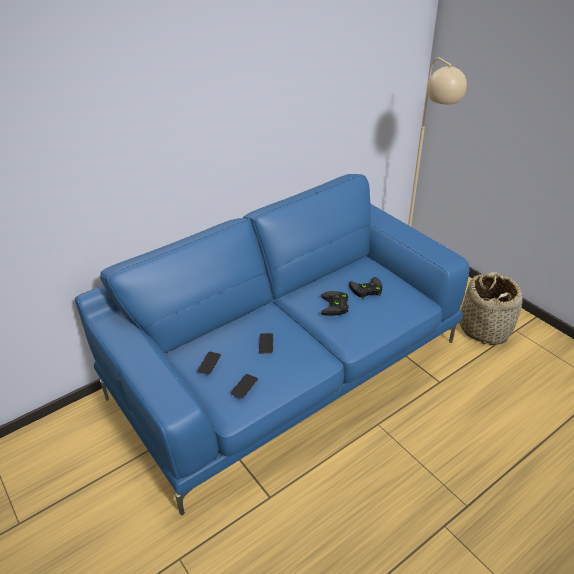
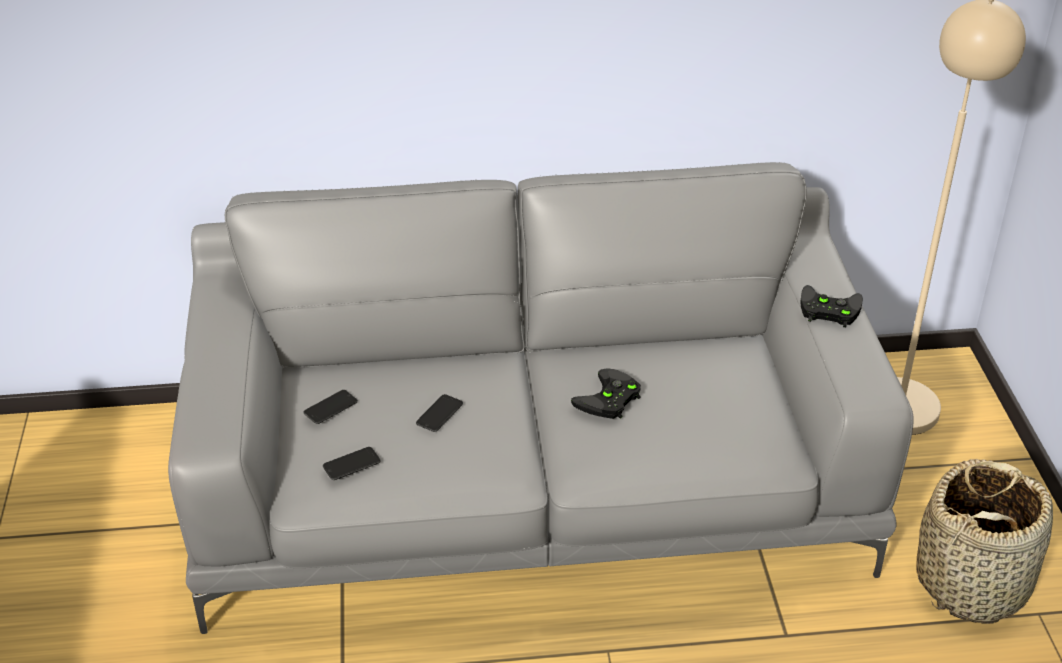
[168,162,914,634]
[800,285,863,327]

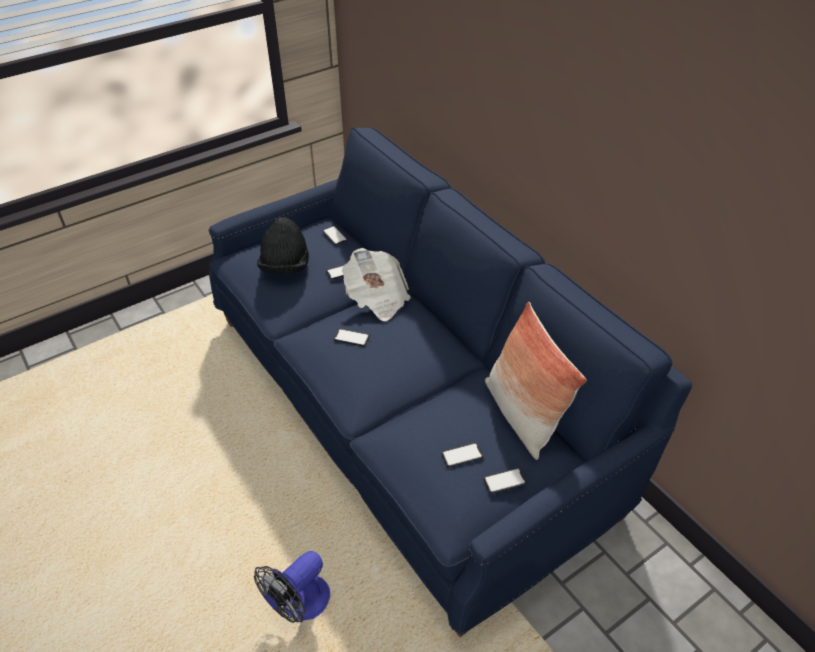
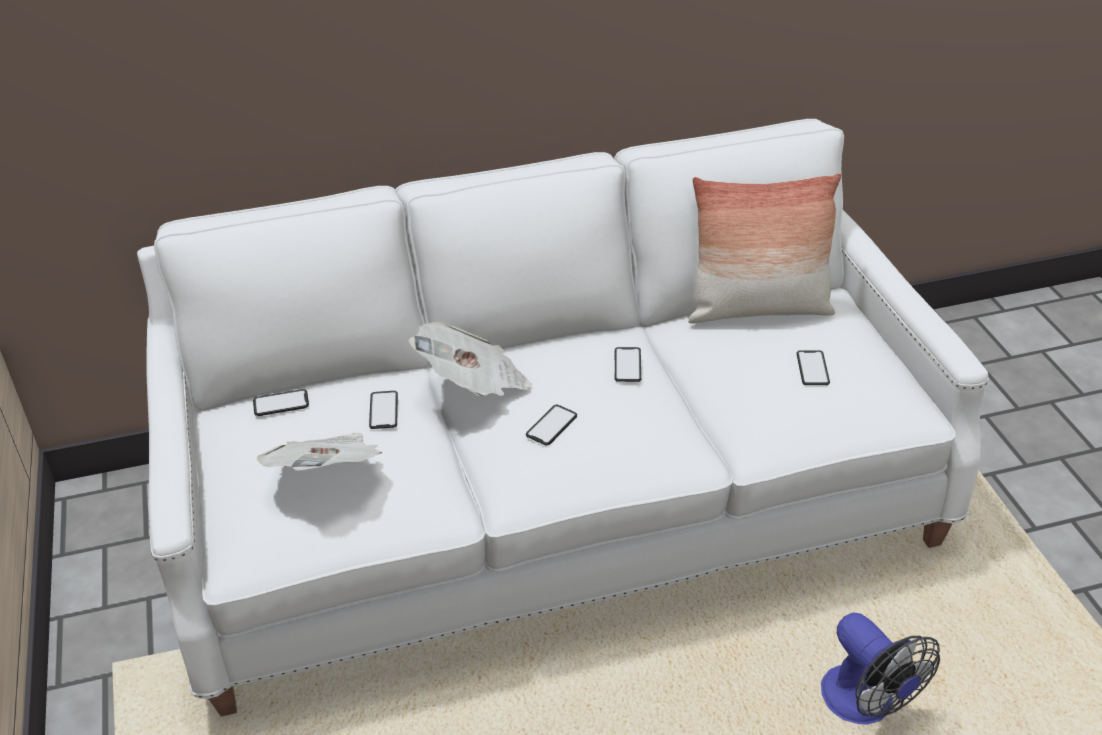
[137,119,989,717]
[257,433,382,471]
[615,347,641,382]

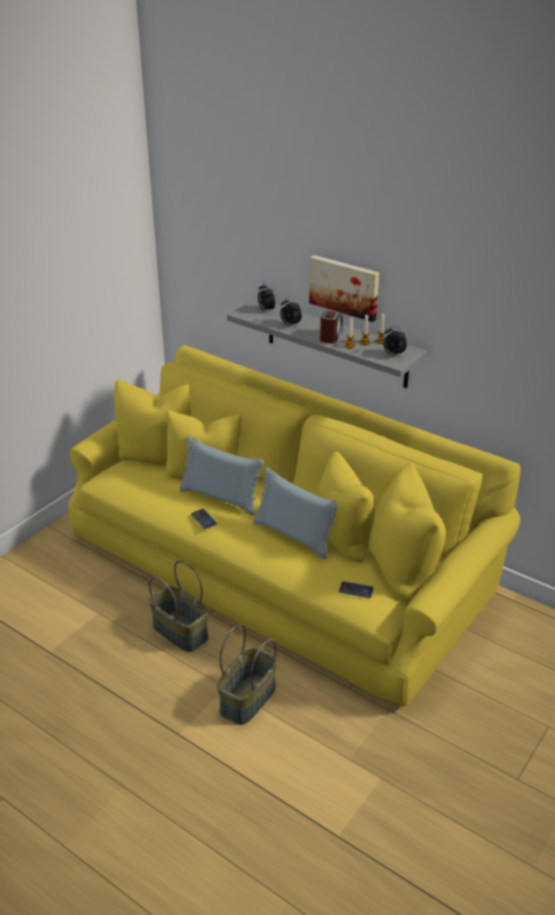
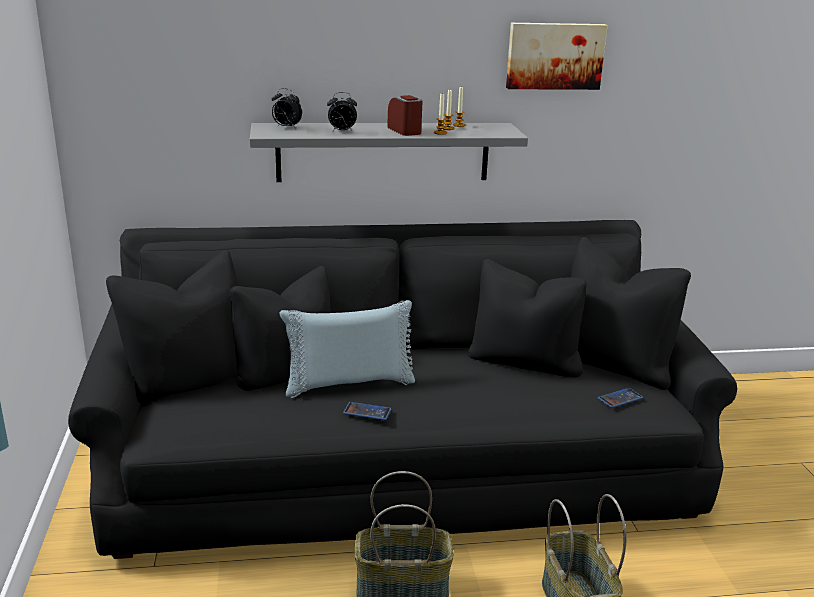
[68,220,737,559]
[506,23,608,90]
[253,467,337,559] (first image)
[383,326,407,357] (first image)

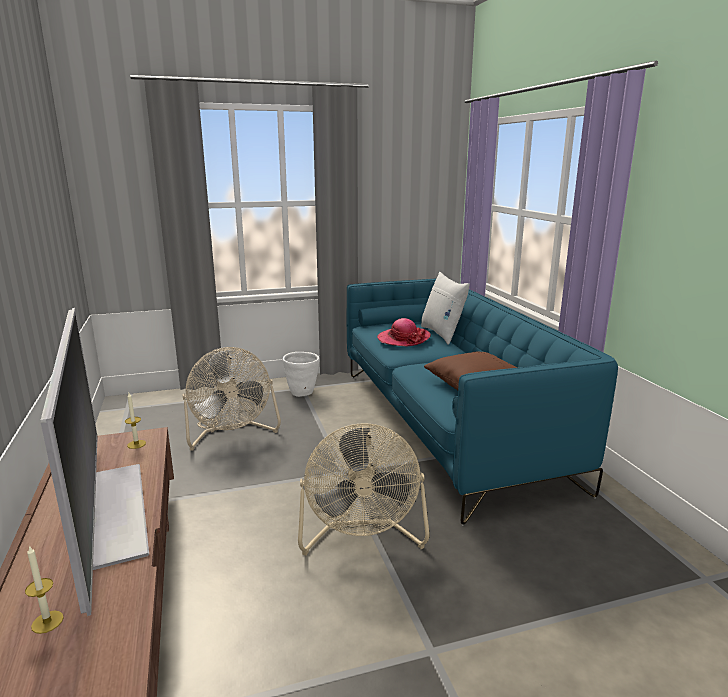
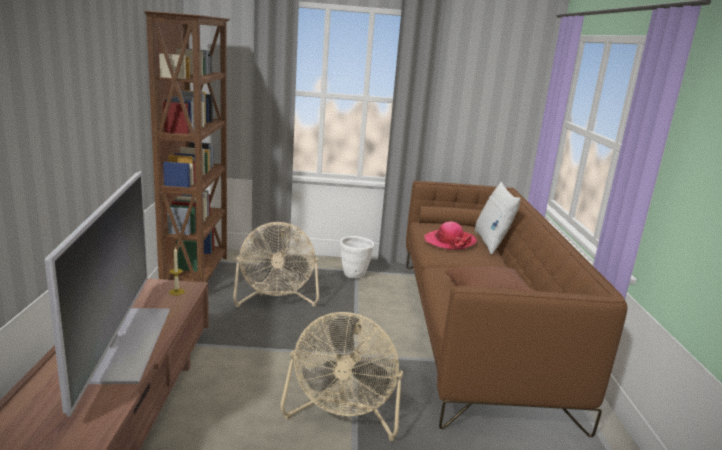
[144,11,230,282]
[406,181,628,438]
[25,545,64,634] (first image)

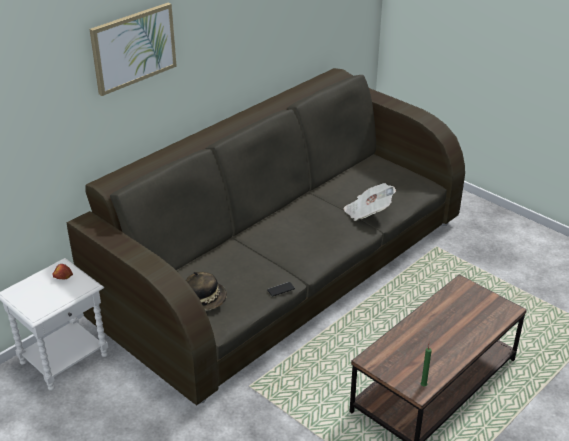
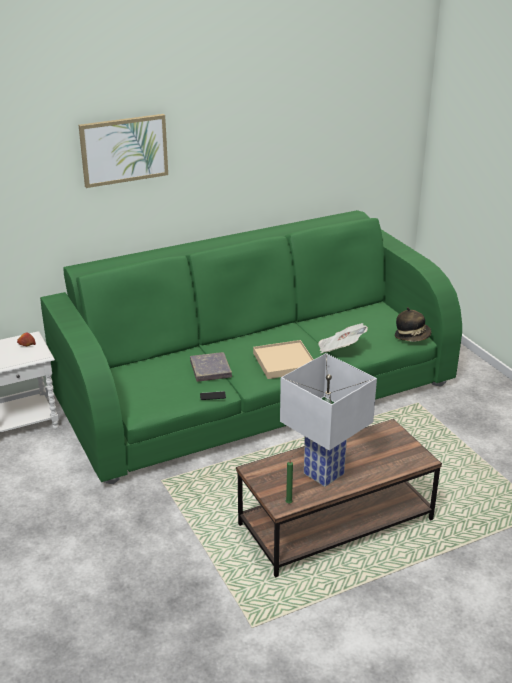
[40,210,462,484]
[190,352,232,382]
[253,340,314,379]
[280,353,377,487]
[395,307,431,342]

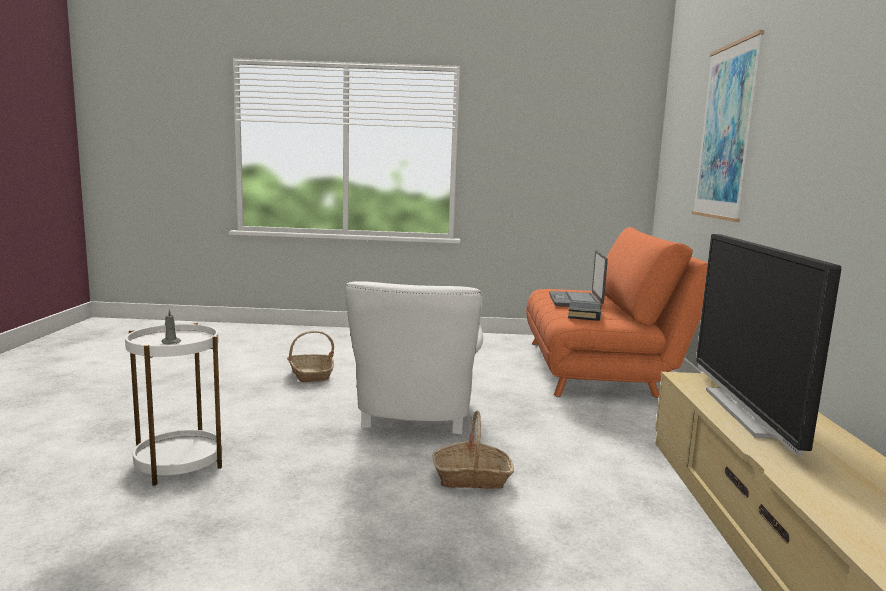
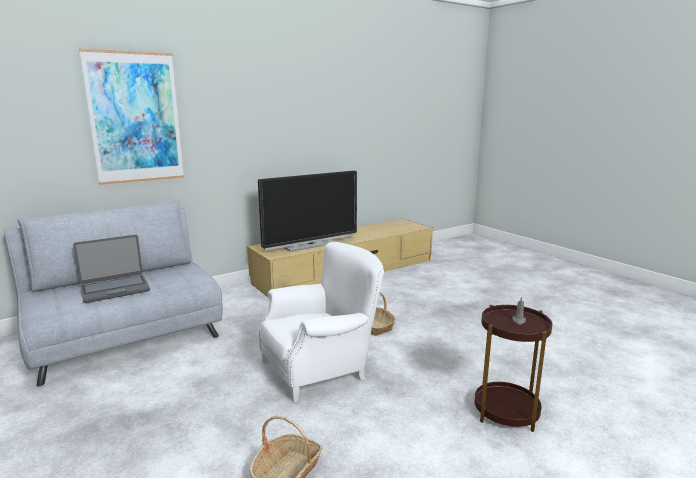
[4,200,223,386]
[475,304,552,432]
[568,300,601,321] (first image)

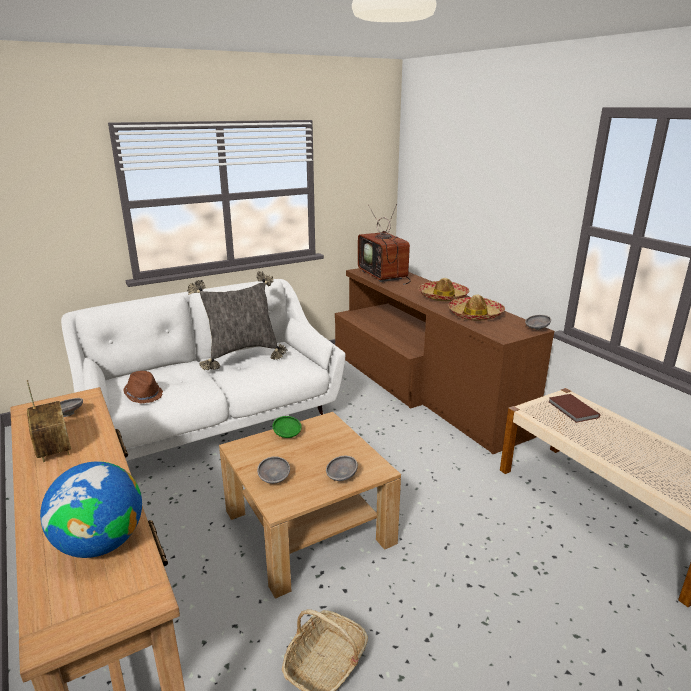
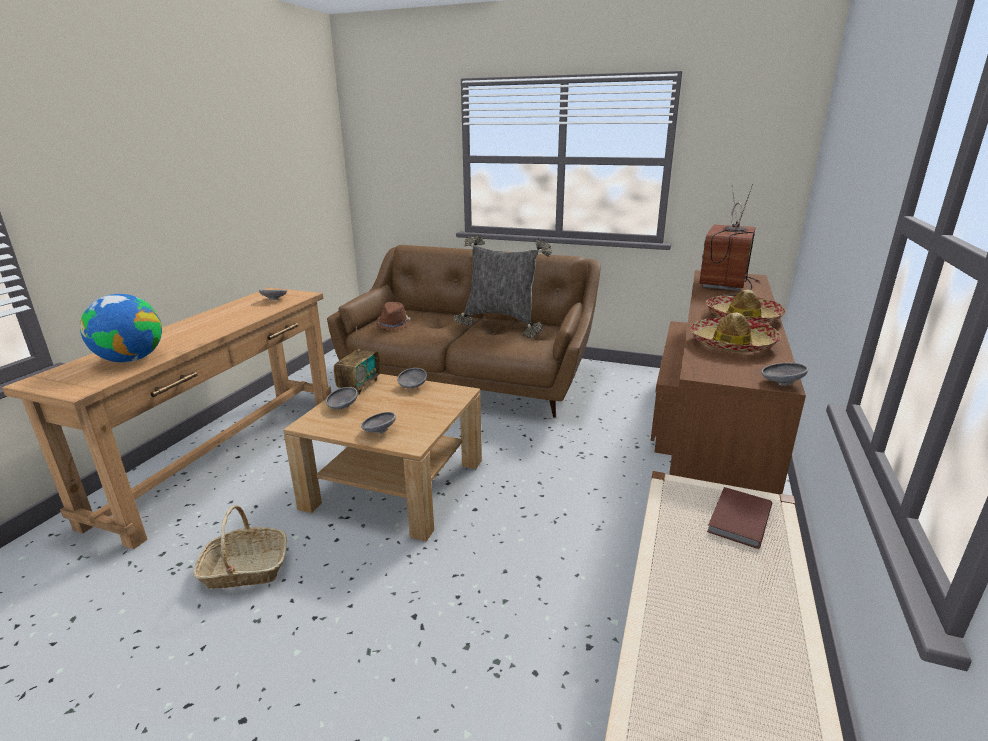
[327,245,601,418]
[334,327,380,395]
[397,368,427,388]

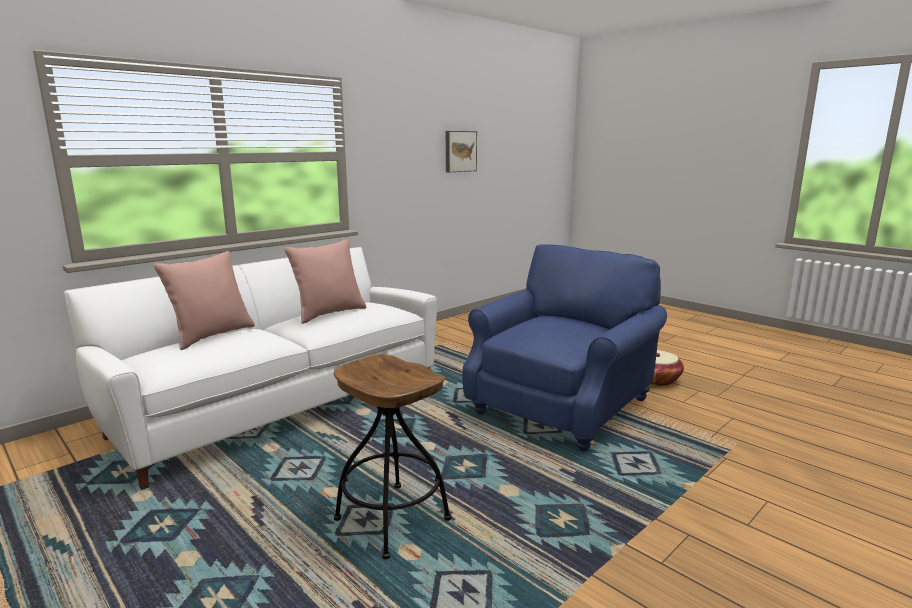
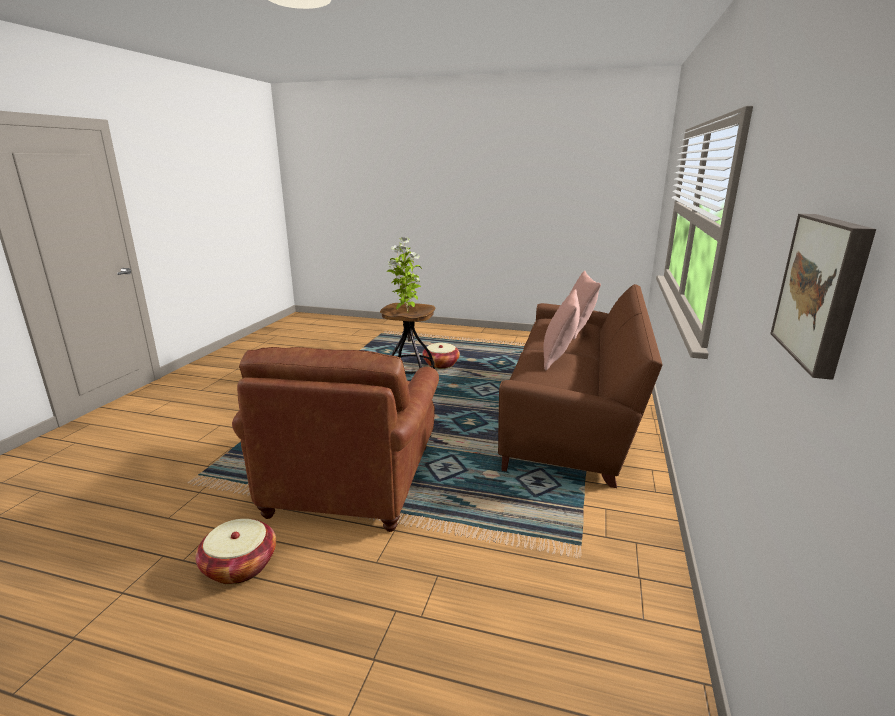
[232,347,439,532]
[387,237,422,311]
[422,343,460,369]
[498,284,663,488]

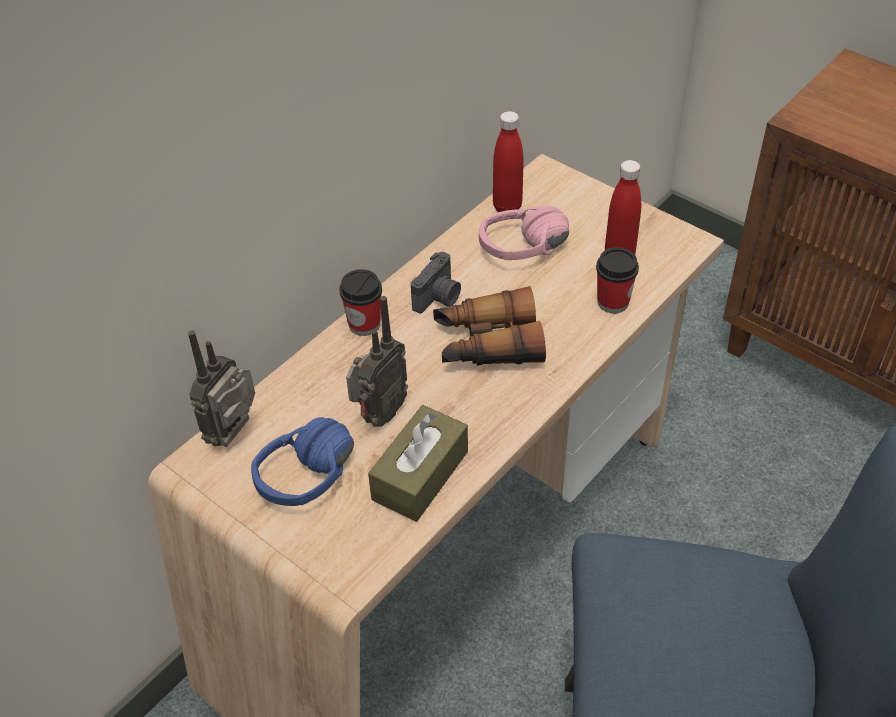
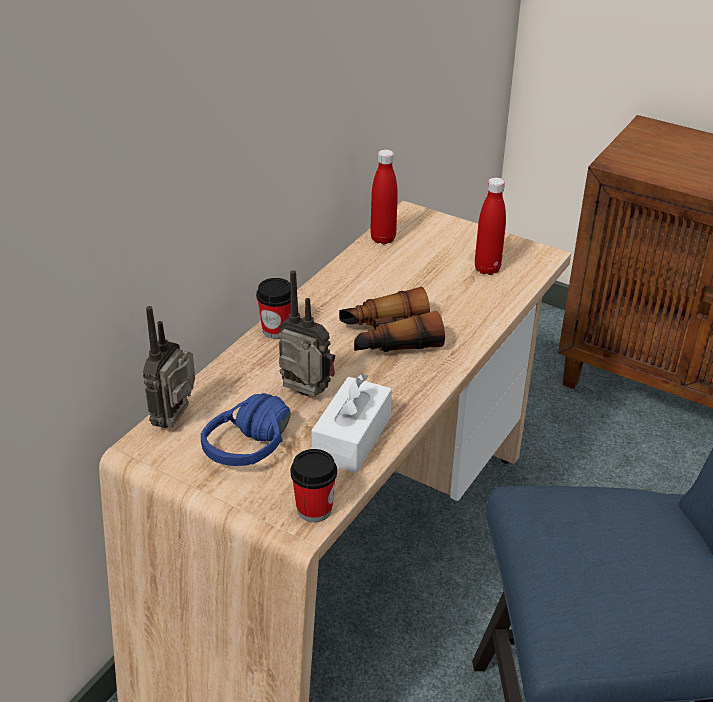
[278,270,335,397]
[291,449,337,522]
[311,374,392,473]
[411,252,461,313] (first image)
[479,205,569,260] (first image)

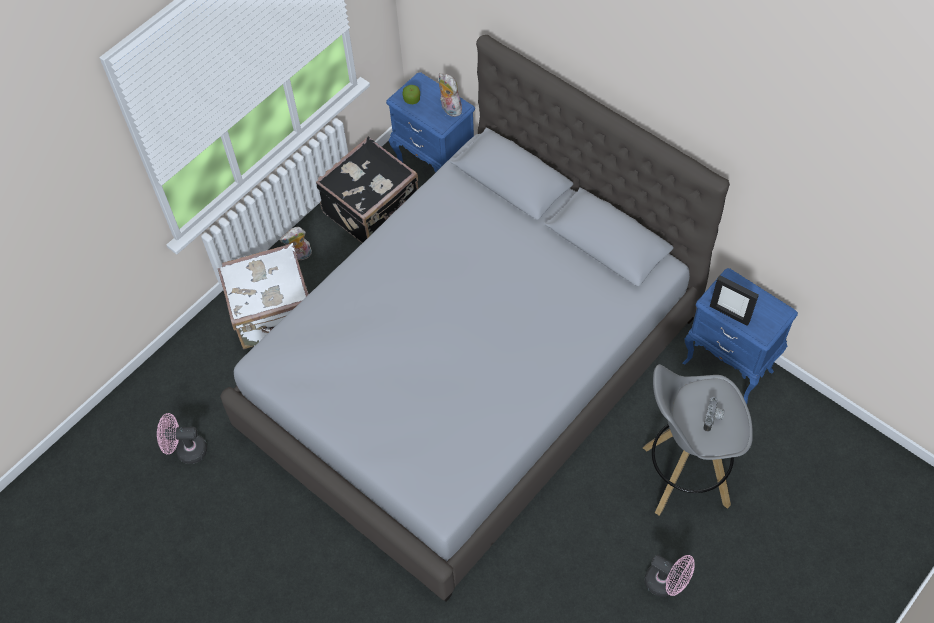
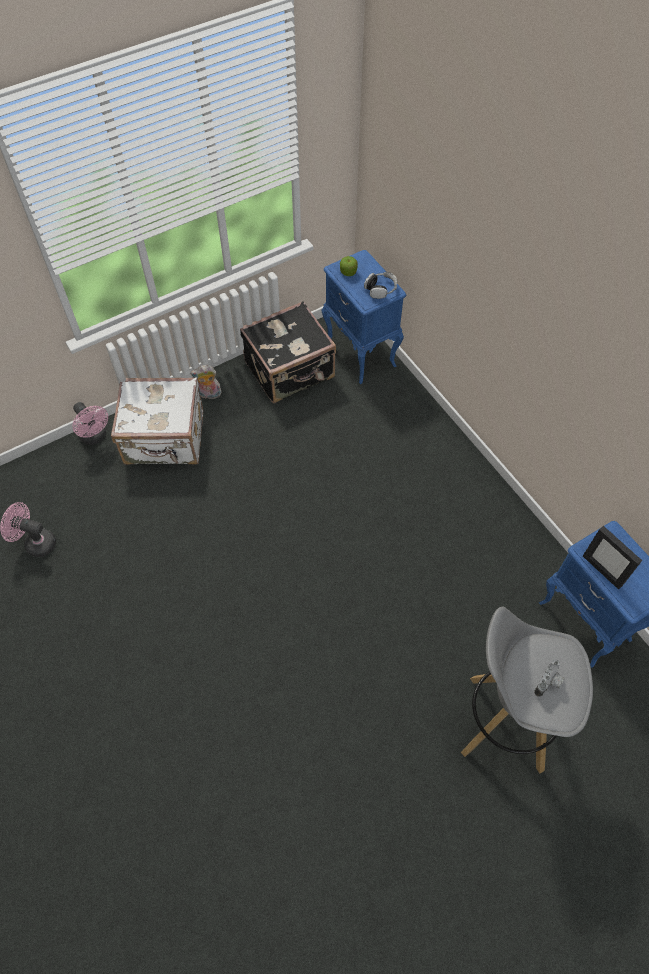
[73,402,108,445]
[364,272,398,299]
[220,35,730,602] (first image)

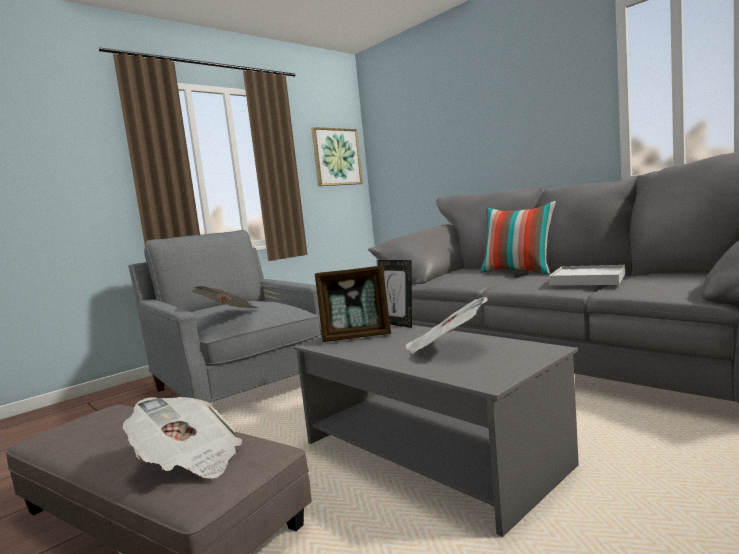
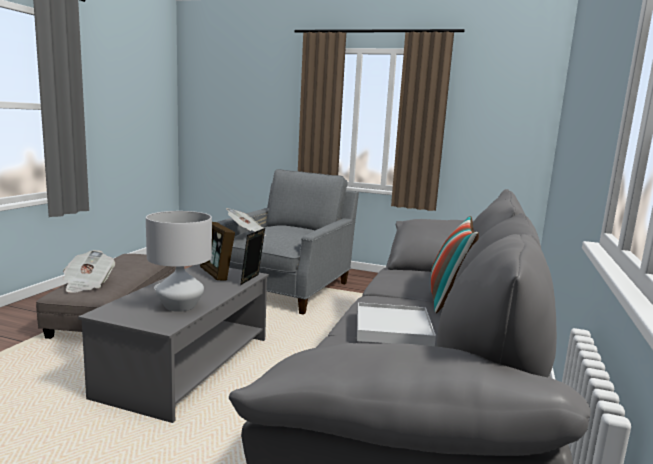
[146,211,212,312]
[311,127,363,186] (first image)

